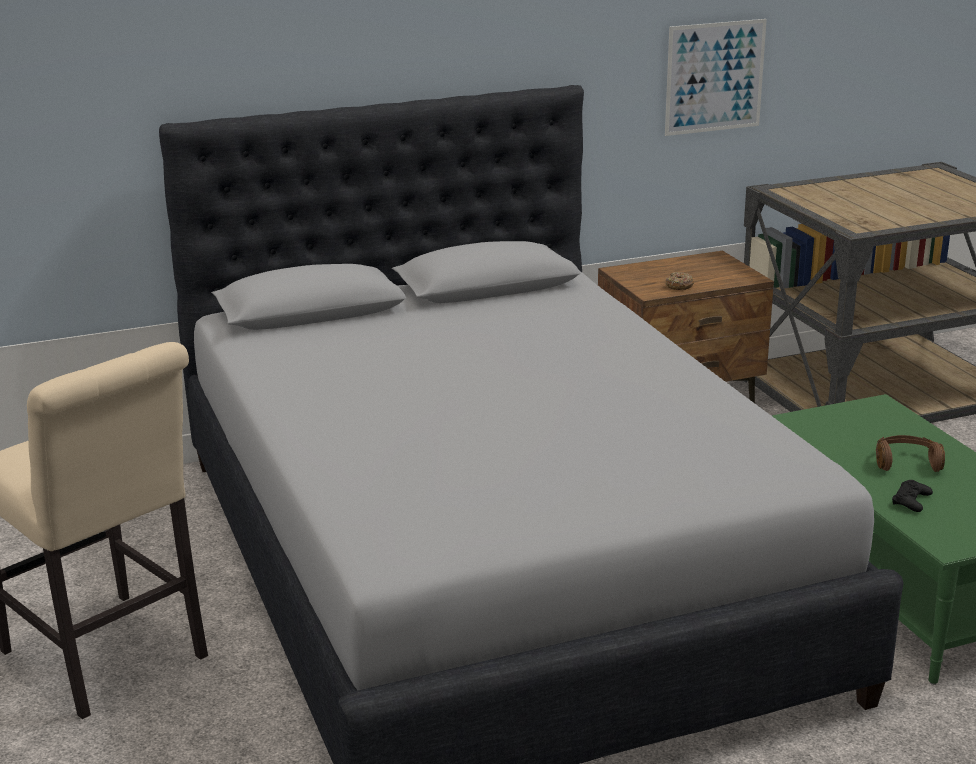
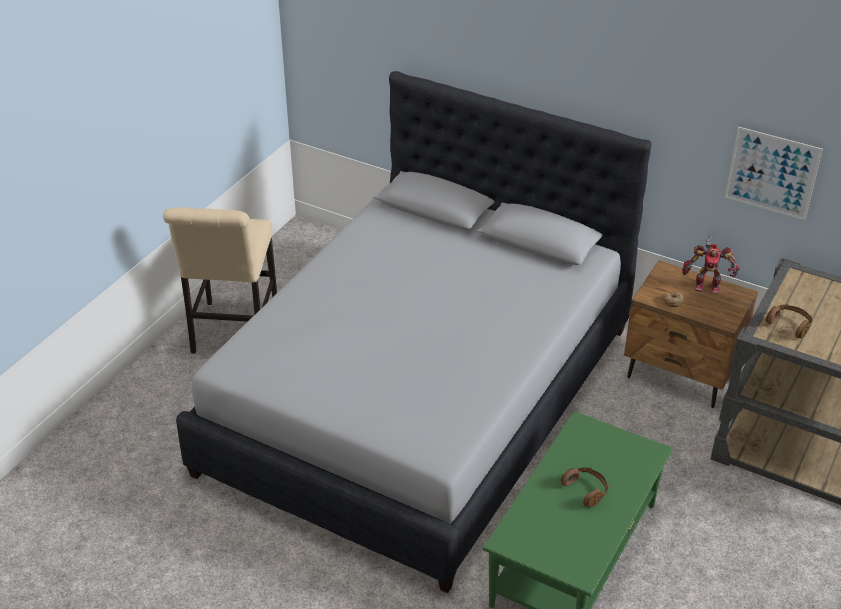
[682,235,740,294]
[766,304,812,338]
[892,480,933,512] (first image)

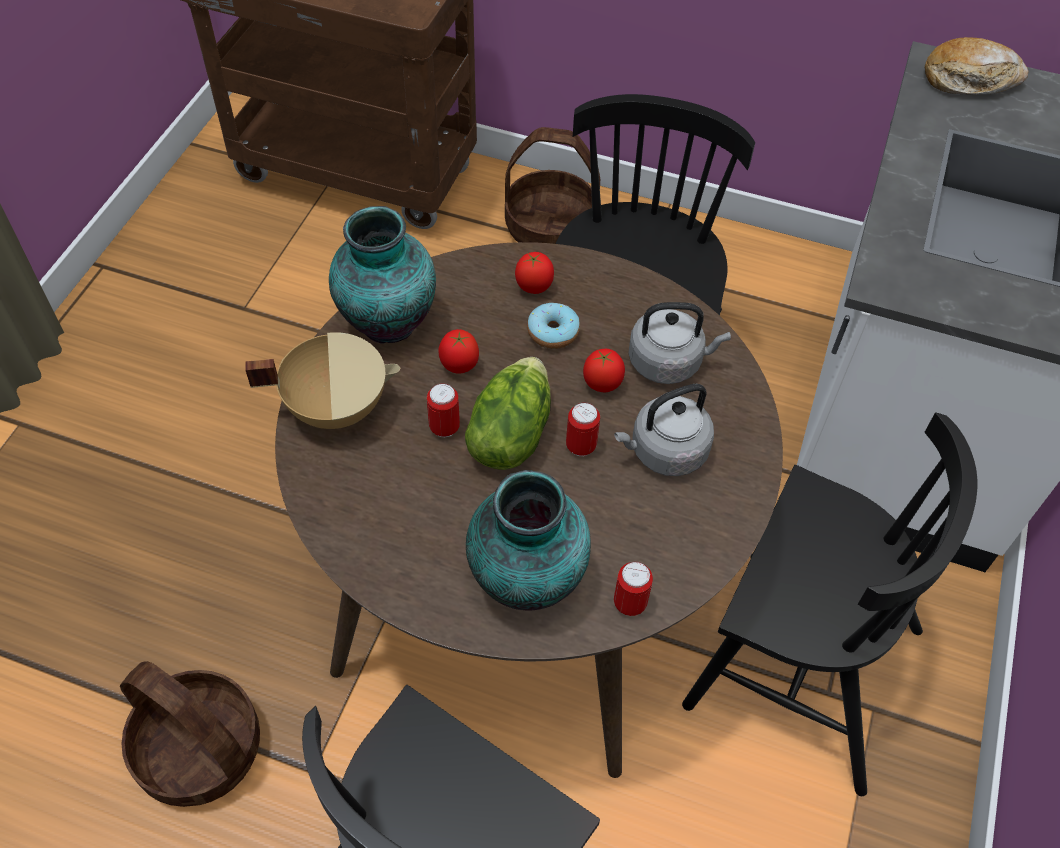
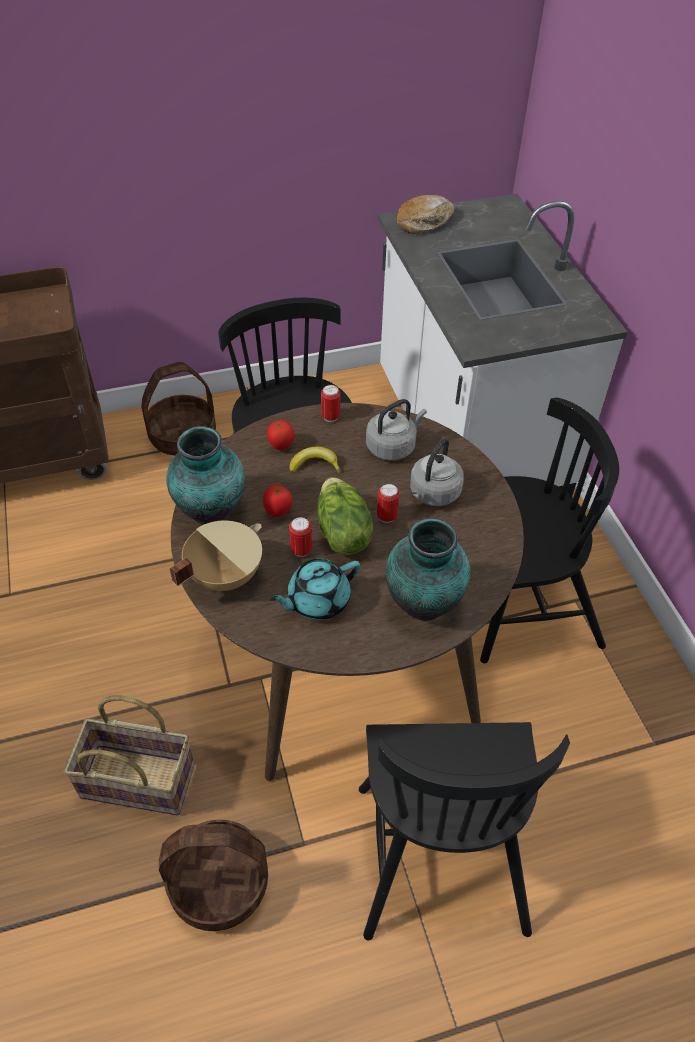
[64,695,195,815]
[270,559,361,620]
[289,447,340,473]
[321,385,340,422]
[583,349,625,392] (first image)

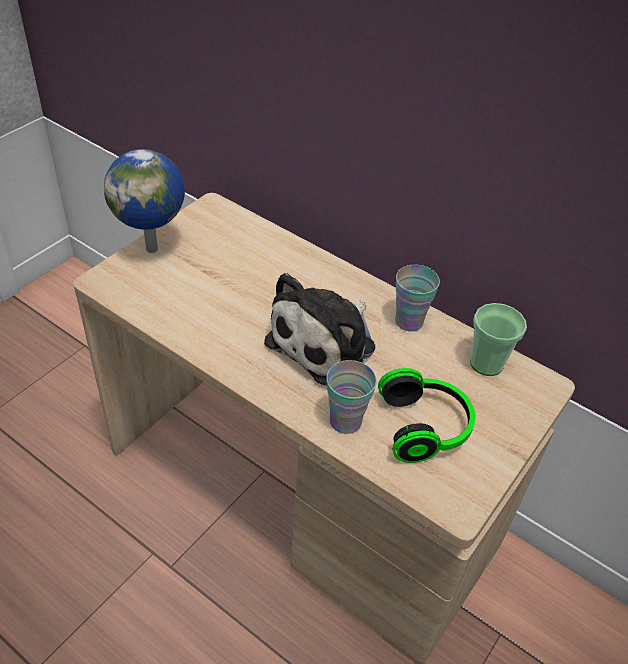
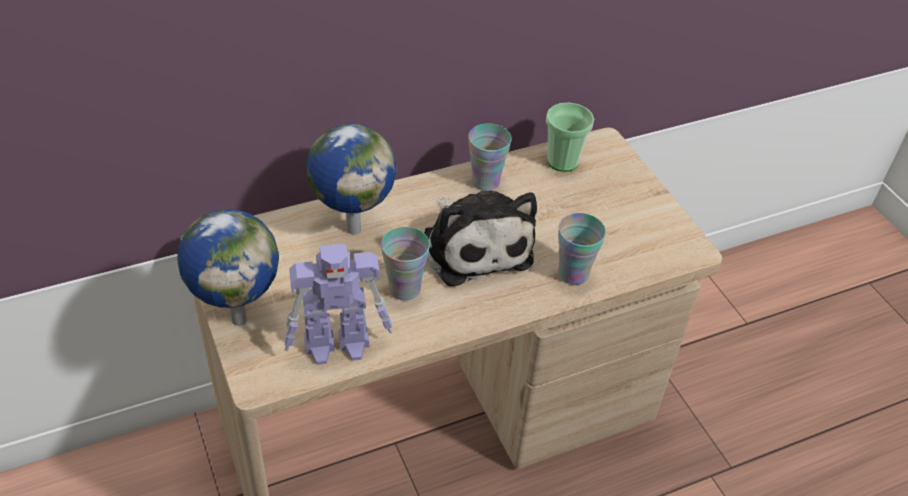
[284,244,393,365]
[306,123,397,235]
[381,227,430,300]
[378,368,475,463] (first image)

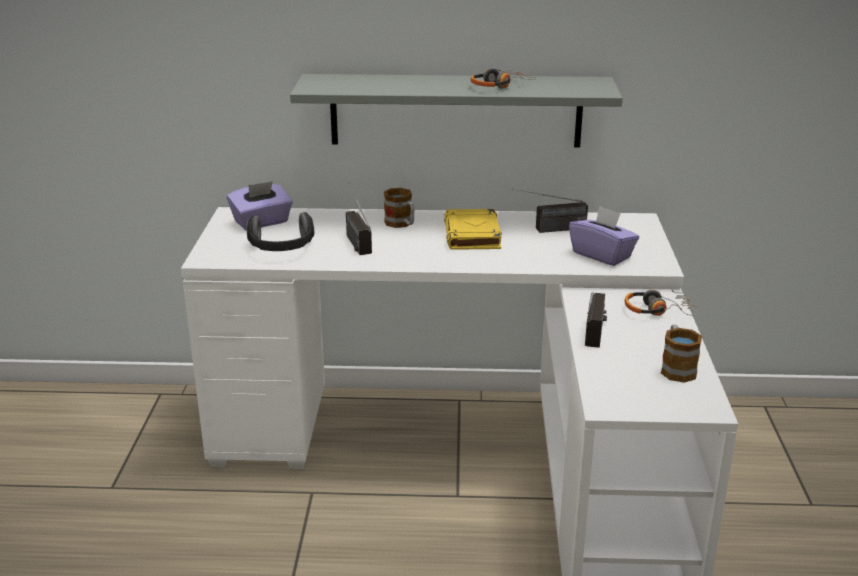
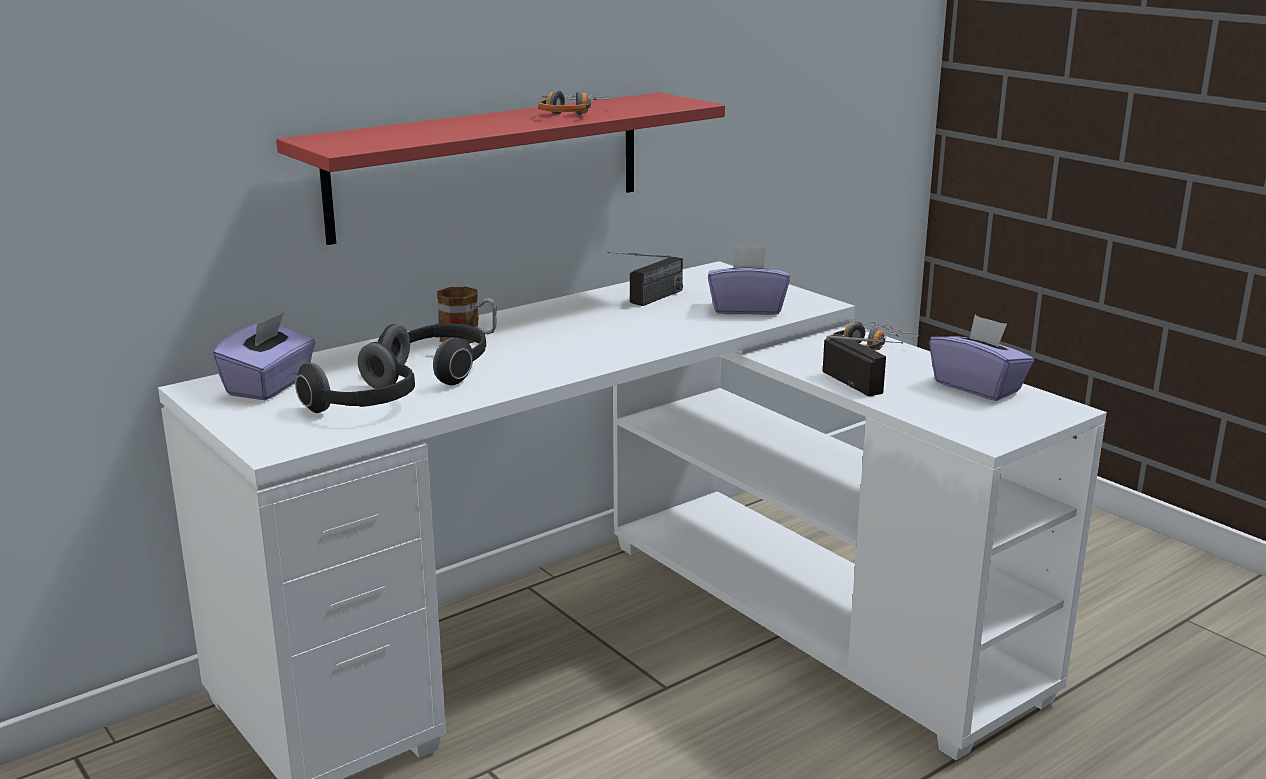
[276,92,725,245]
[377,323,486,385]
[929,315,1034,401]
[444,209,502,250] (first image)

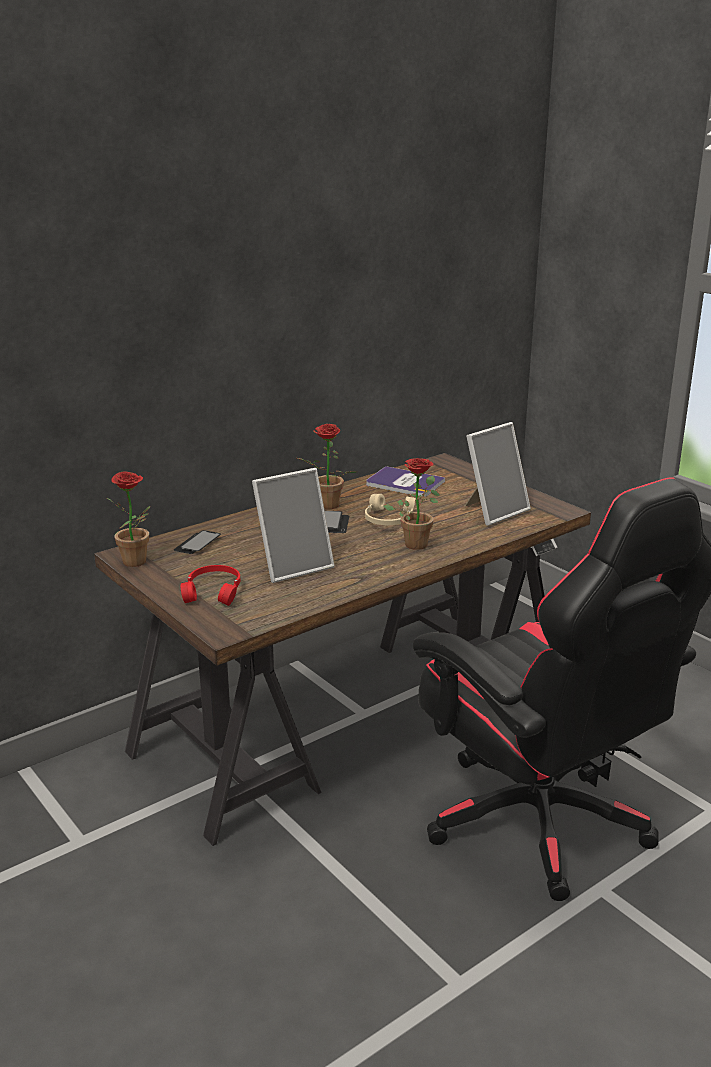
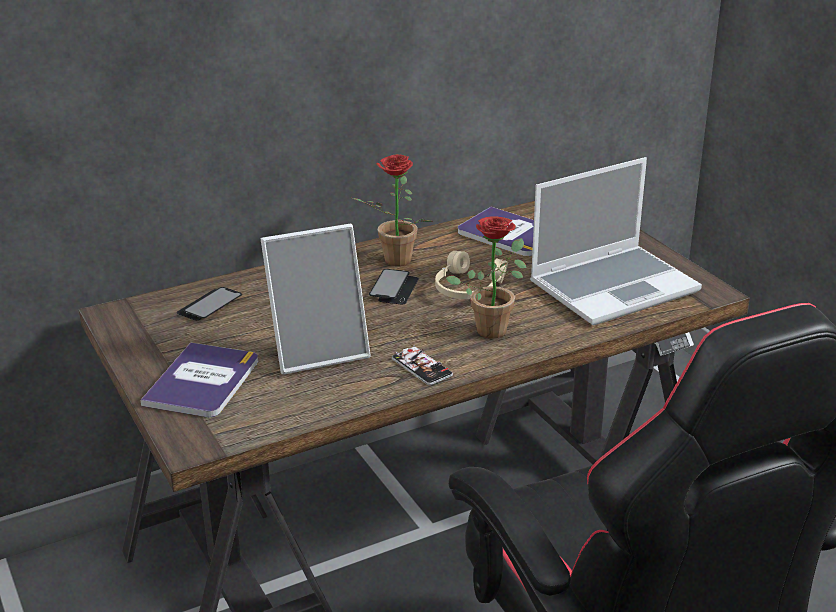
[141,342,258,417]
[392,345,453,385]
[530,157,702,326]
[107,471,150,567] (first image)

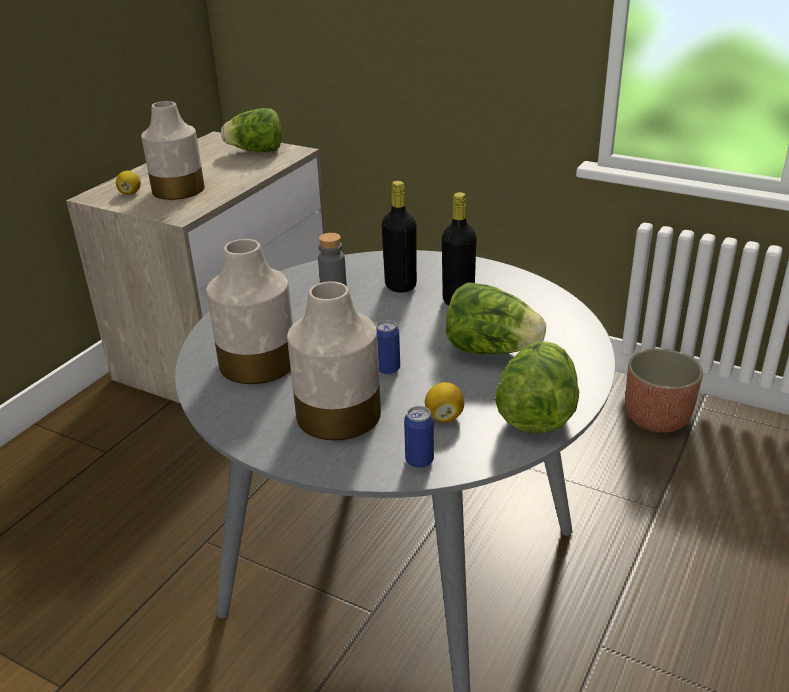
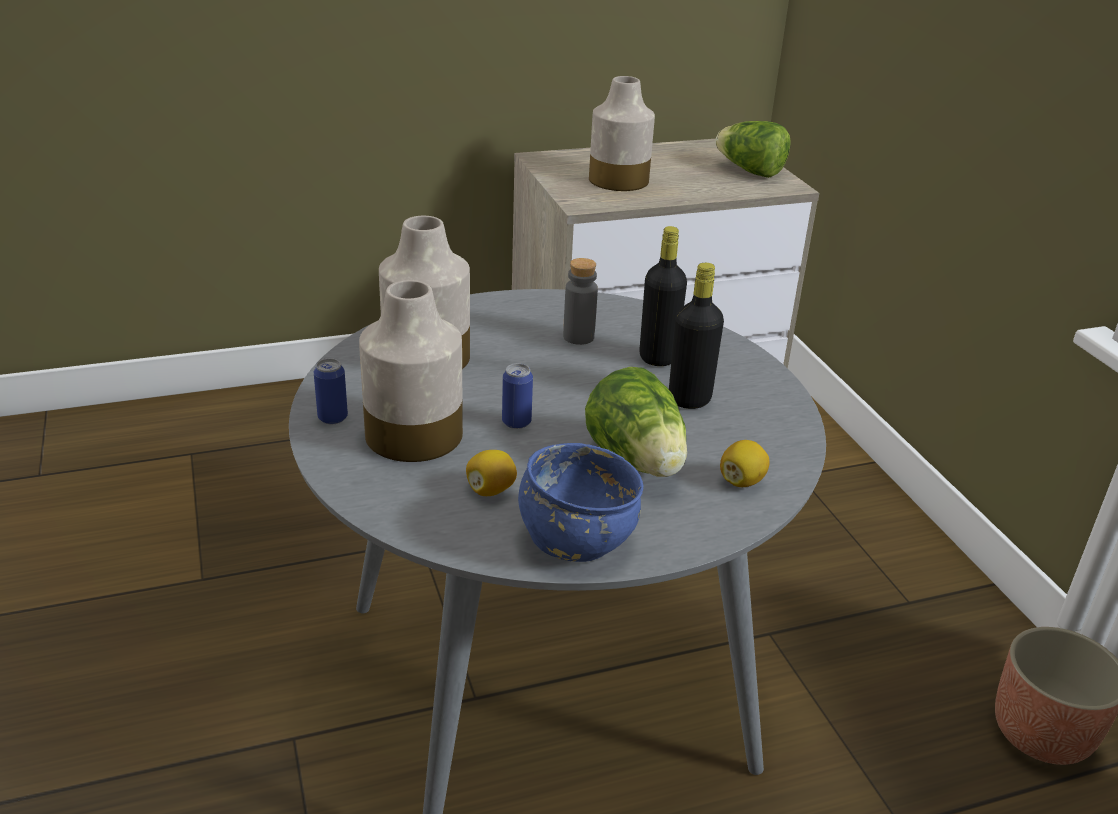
[314,358,348,424]
[518,443,643,562]
[720,440,770,487]

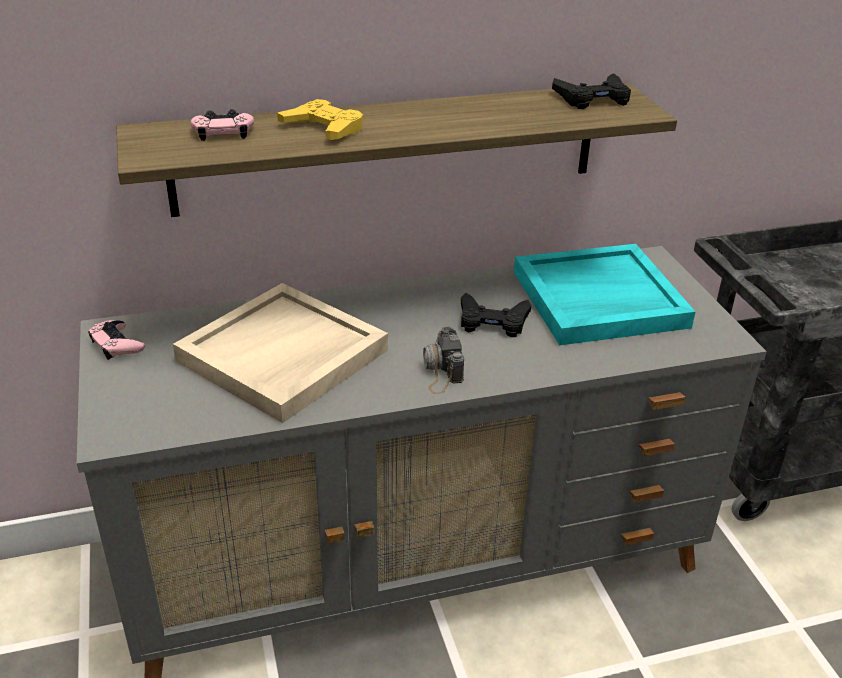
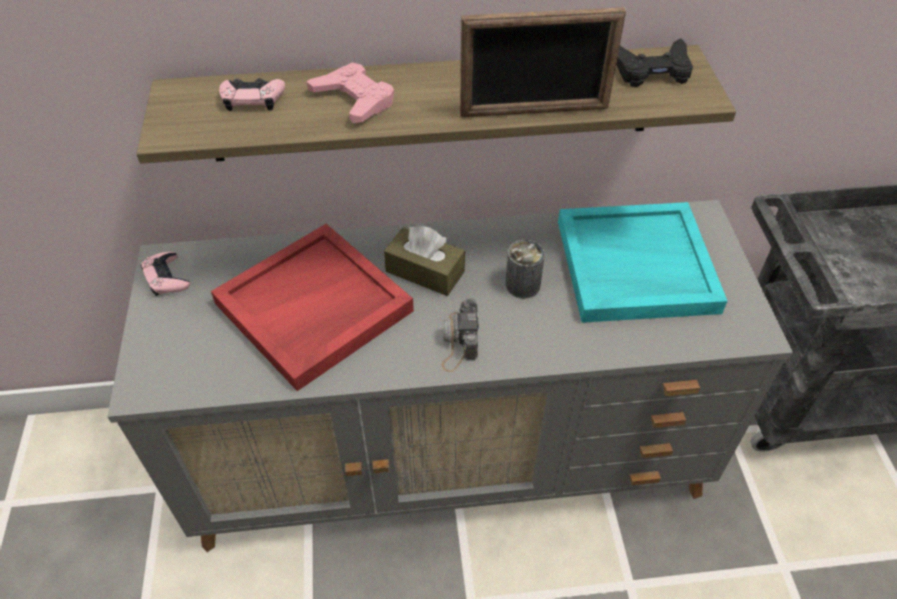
[211,224,414,391]
[307,63,394,123]
[384,226,465,296]
[460,7,626,117]
[505,240,545,298]

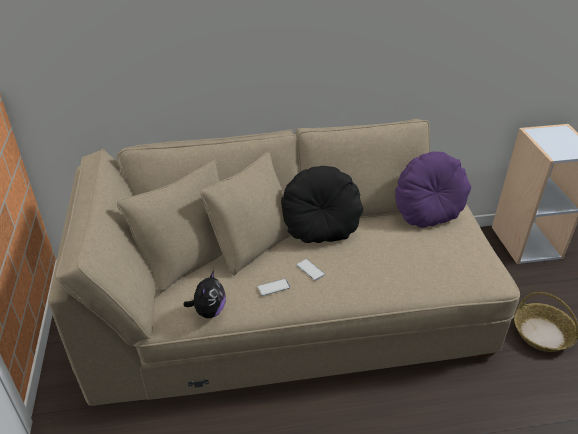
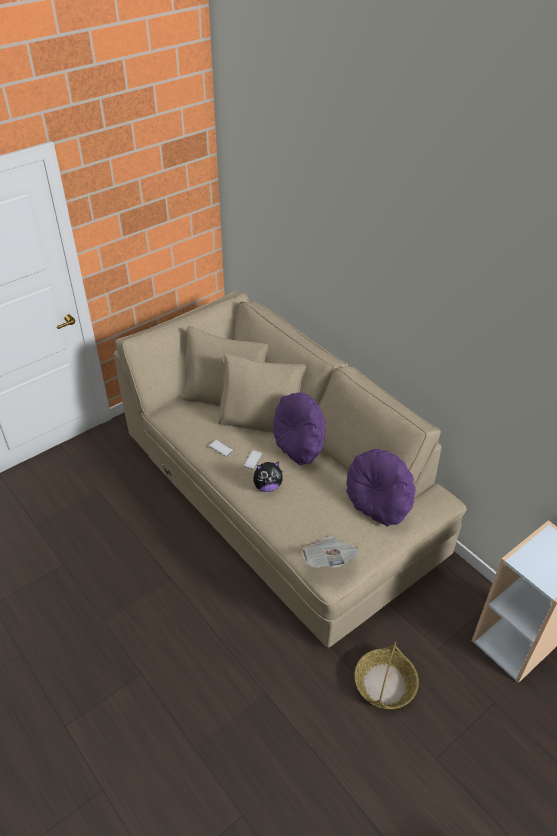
[253,462,283,492]
[273,392,325,465]
[302,536,358,568]

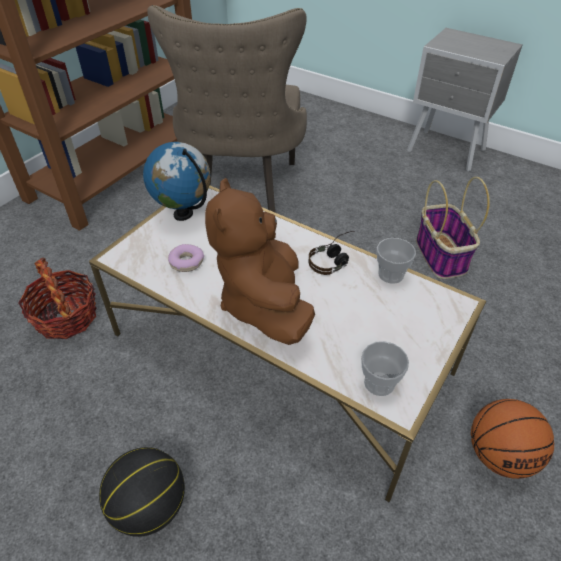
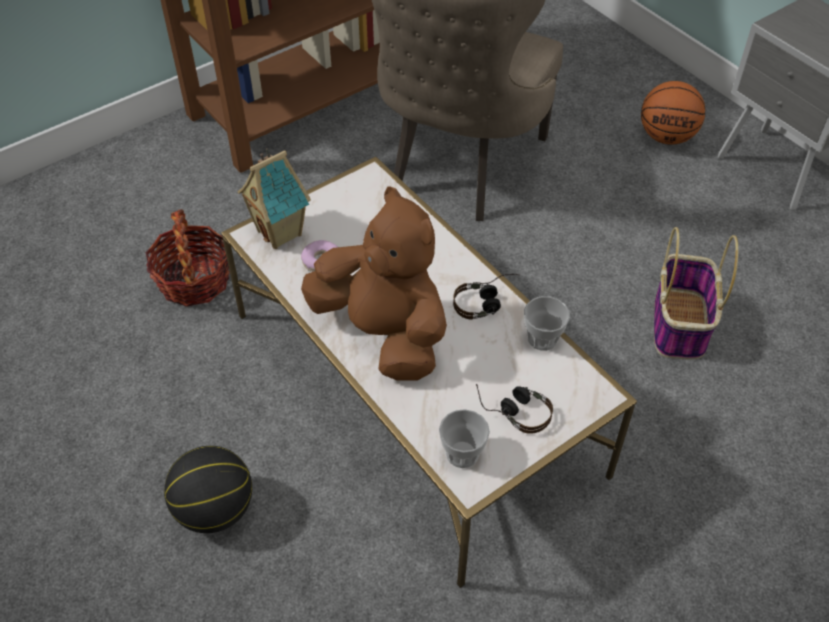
[238,148,311,249]
[301,186,447,380]
[476,384,553,434]
[641,81,705,145]
[143,142,211,221] (first image)

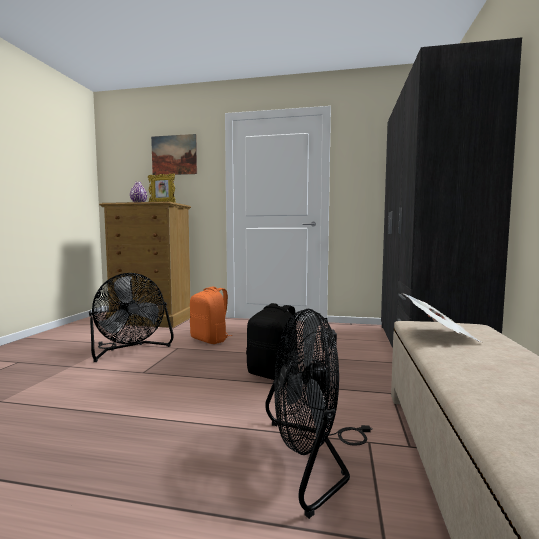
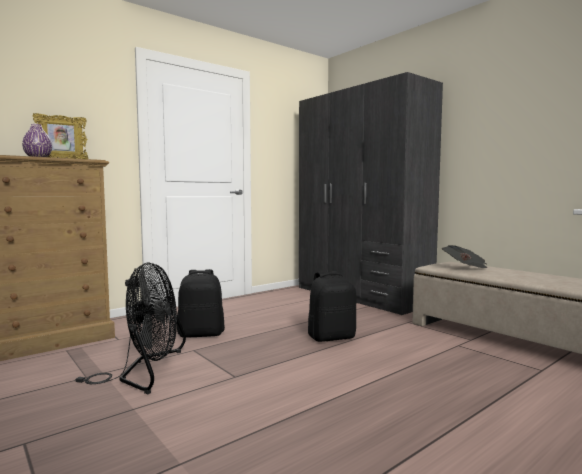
[177,269,225,337]
[151,134,197,175] (first image)
[265,309,373,519] (first image)

